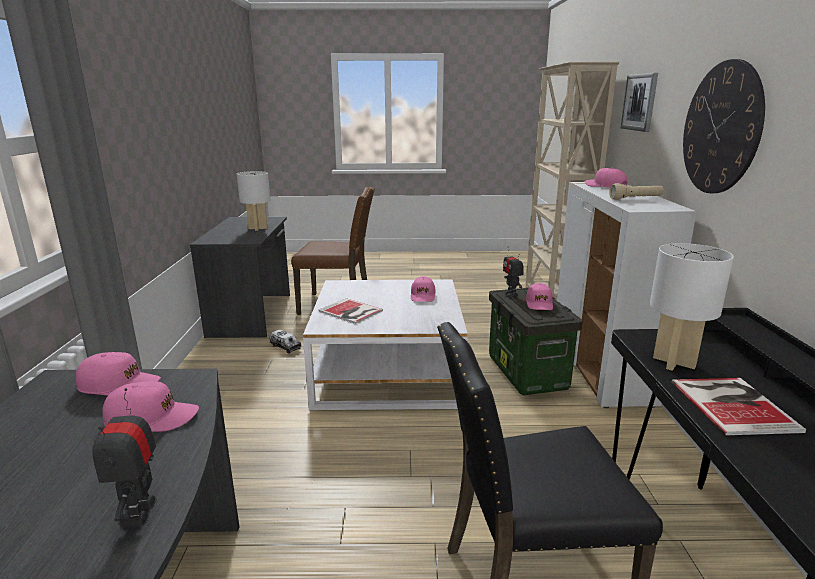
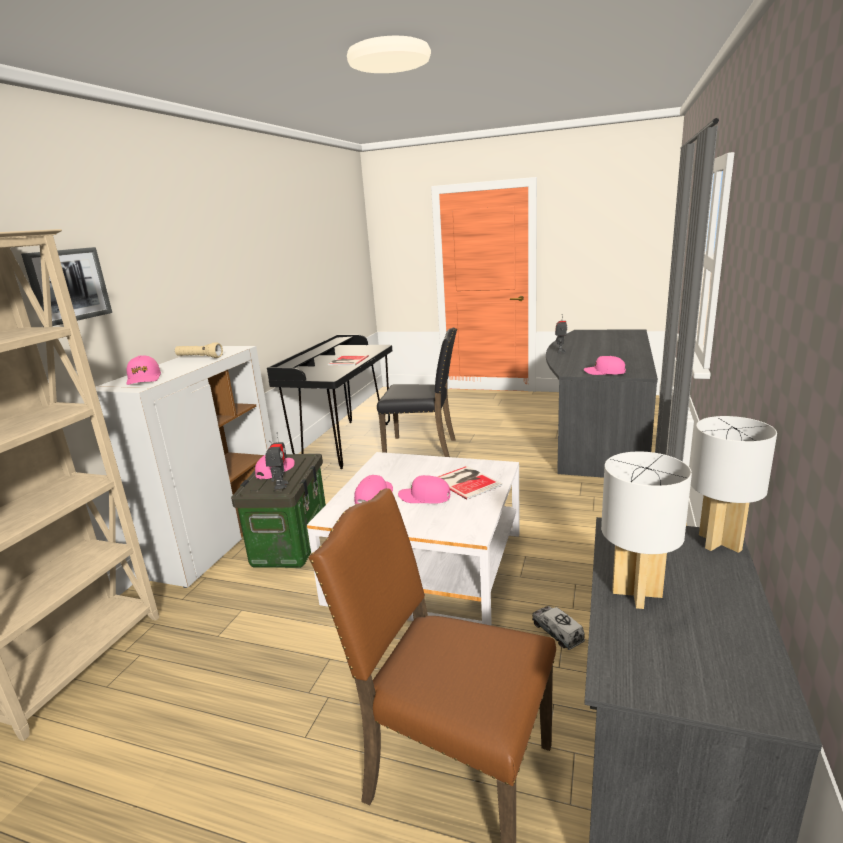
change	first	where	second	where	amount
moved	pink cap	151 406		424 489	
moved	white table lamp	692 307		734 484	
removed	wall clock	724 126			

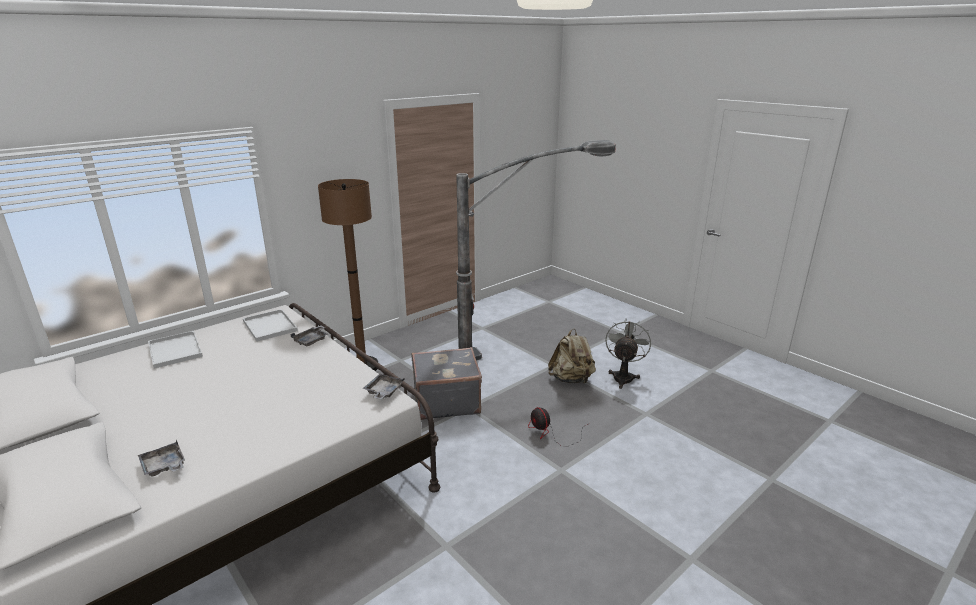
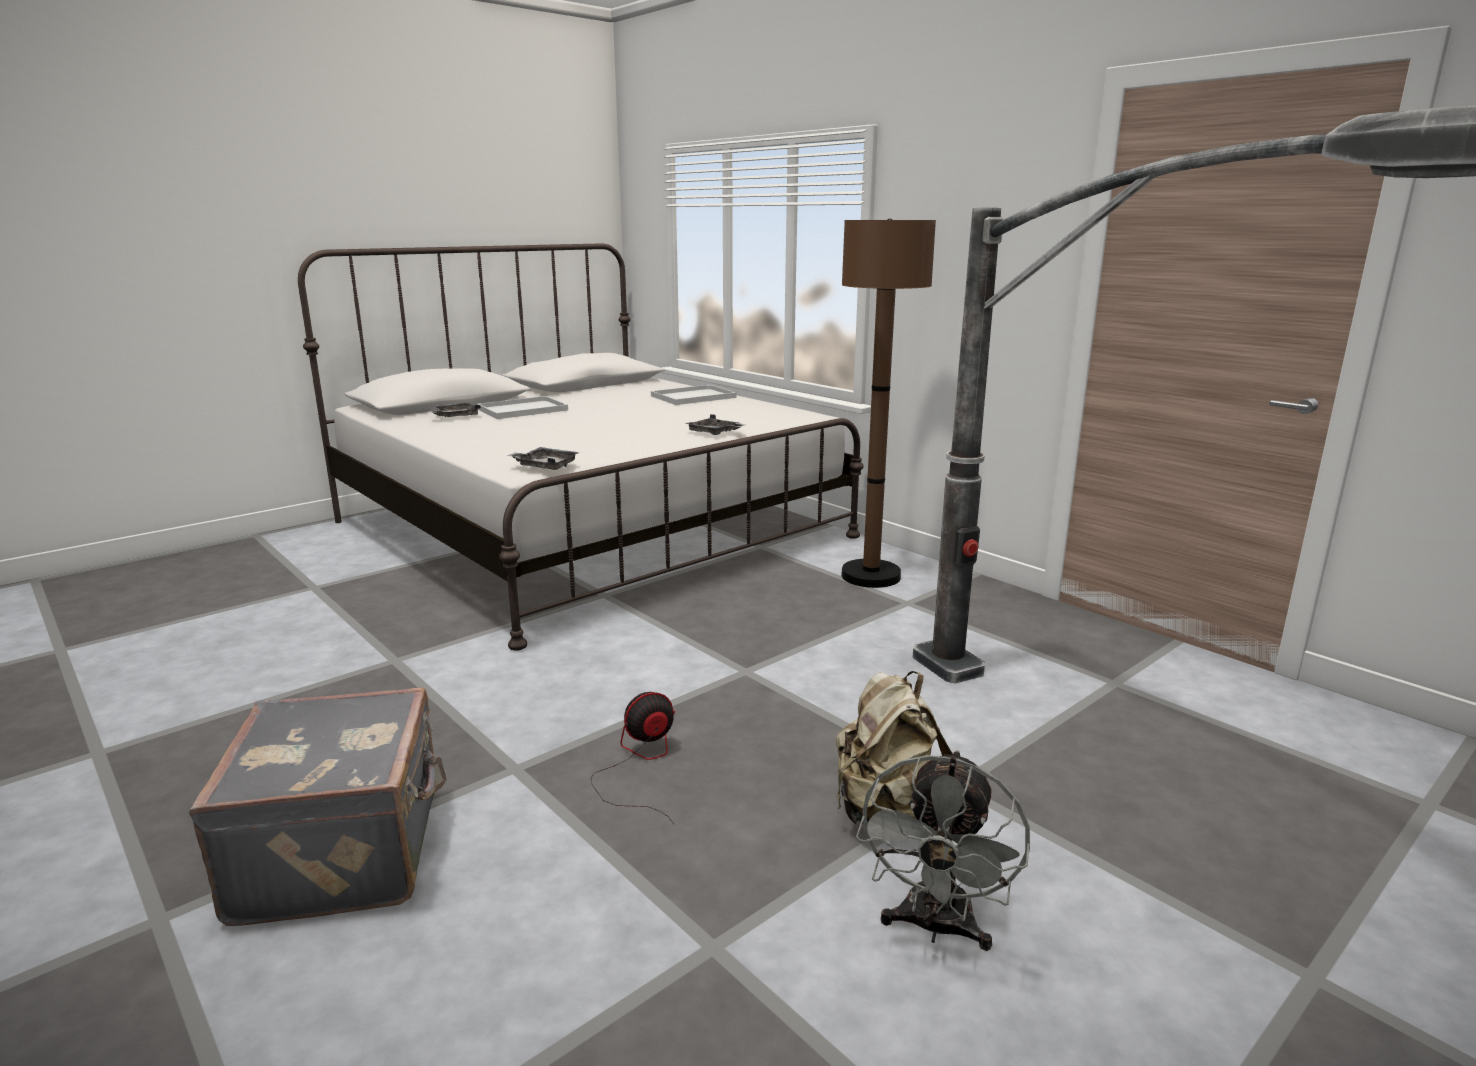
change	first	where	second	where	amount
moved	white tray	270 325		522 407	
moved	grey suitcase	447 383		317 806	
turned	grey fan	628 353		943 850	90 degrees clockwise

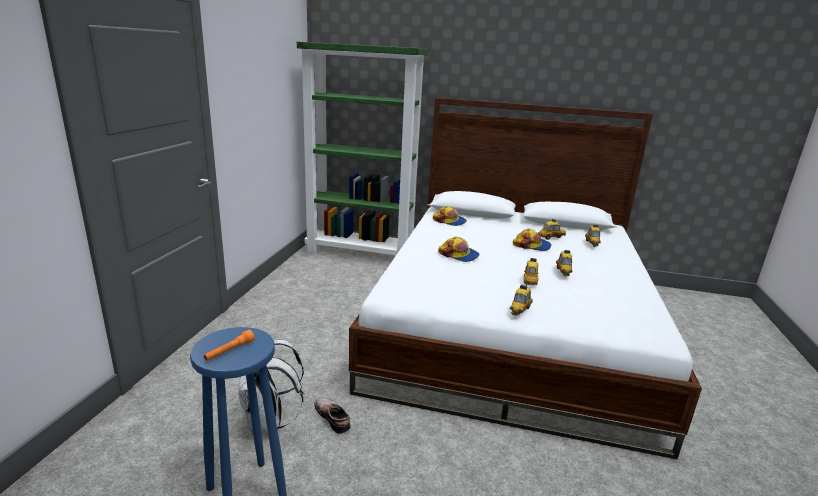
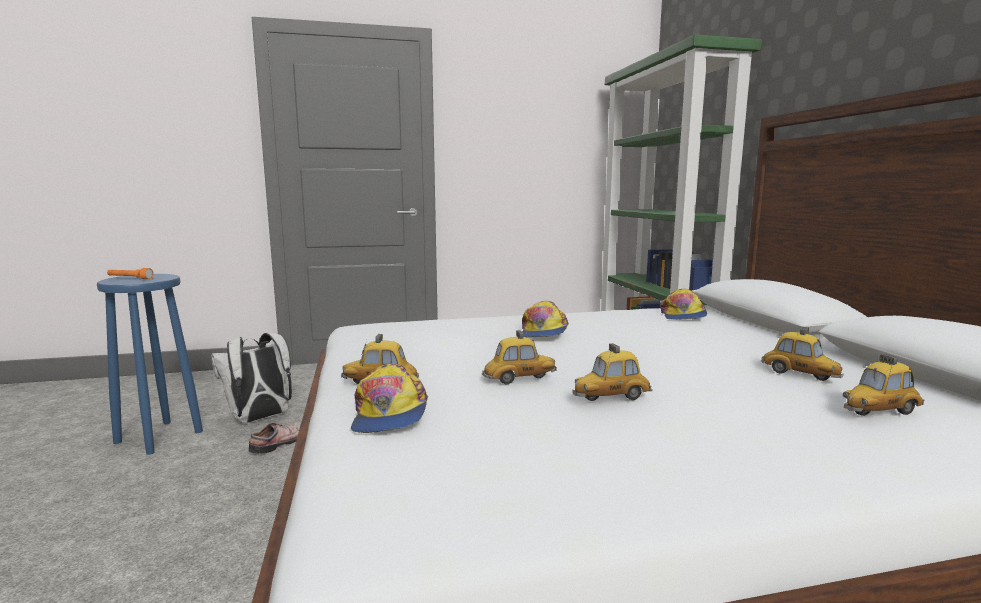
change	first	where	second	where	amount
moved	cap	532 240		389 398	

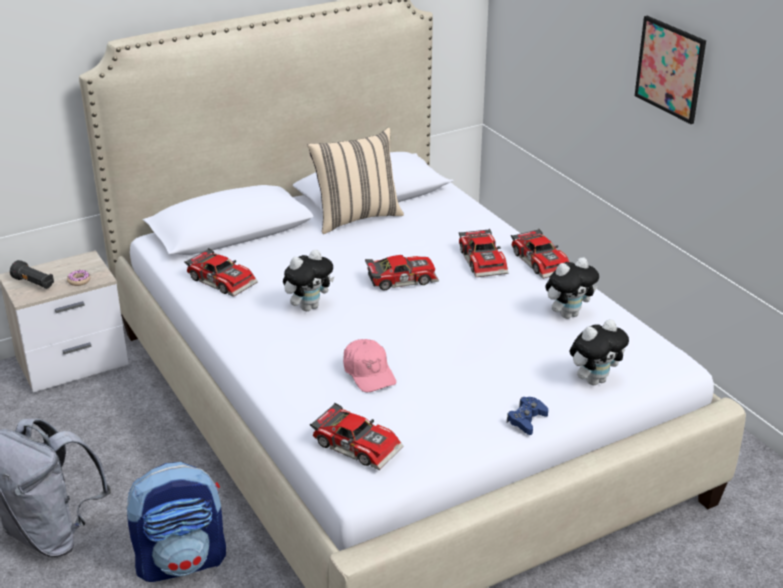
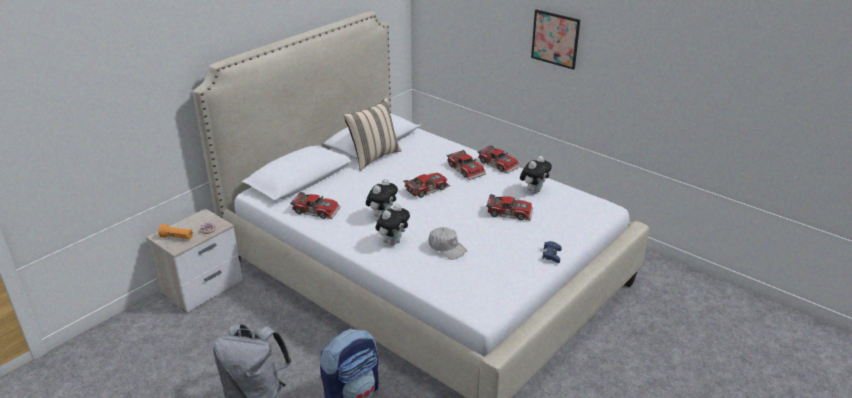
change	first	where	second	where	amount
recoloured	black flashlight	32 274	orange flashlight	175 231	
moved	toy car	356 436		509 207	
recoloured	pink cap	369 365	white cap	447 243	
moved	plush toy	599 352		392 225	

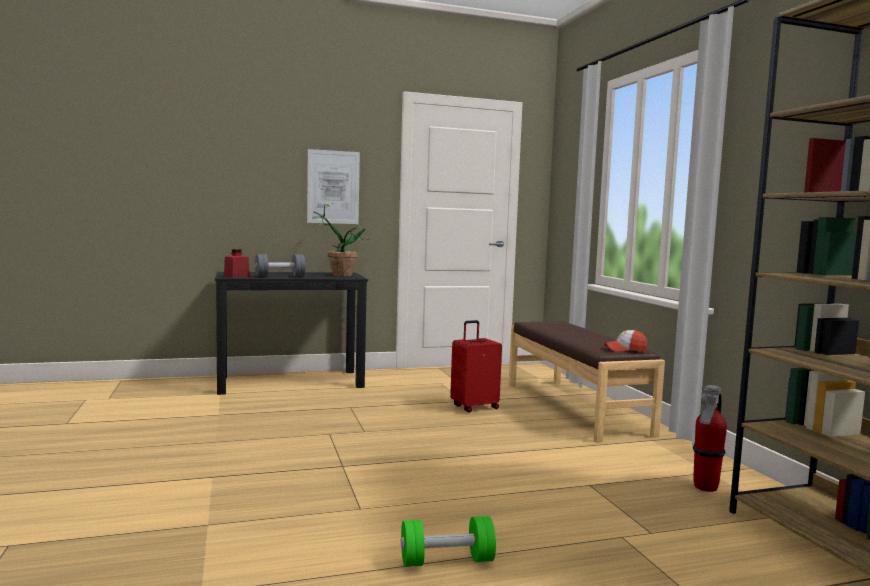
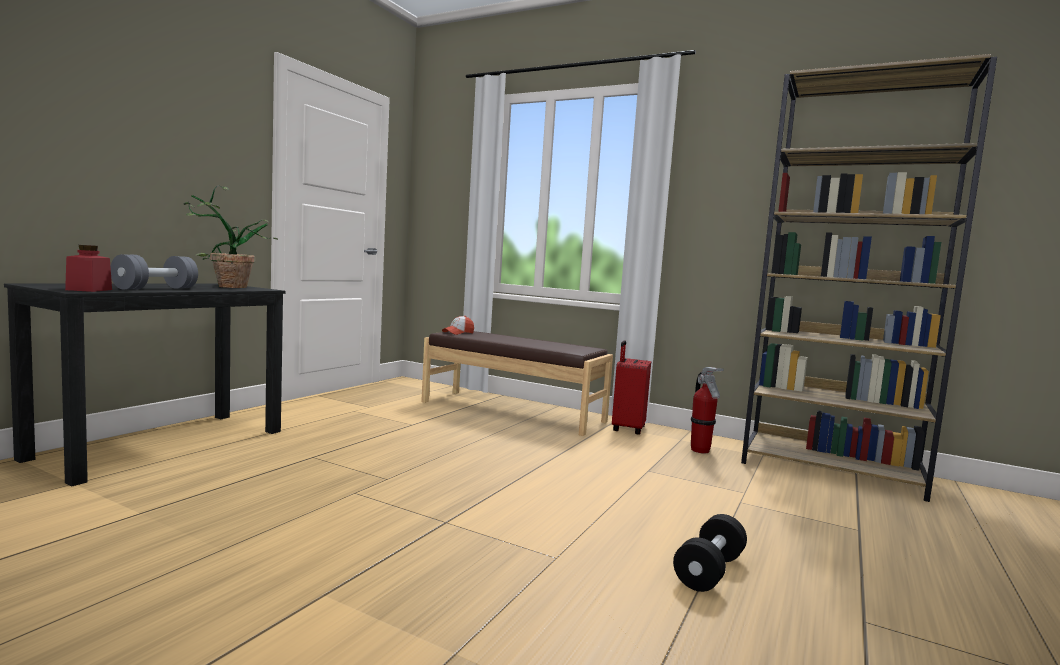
change	first	where	second	where	amount
removed	picture	333 186			
recoloured	green dumbbell	448 541	black dumbbell	710 553	
moved	red suitcase	476 366		632 387	
moved	cap	625 341		458 325	

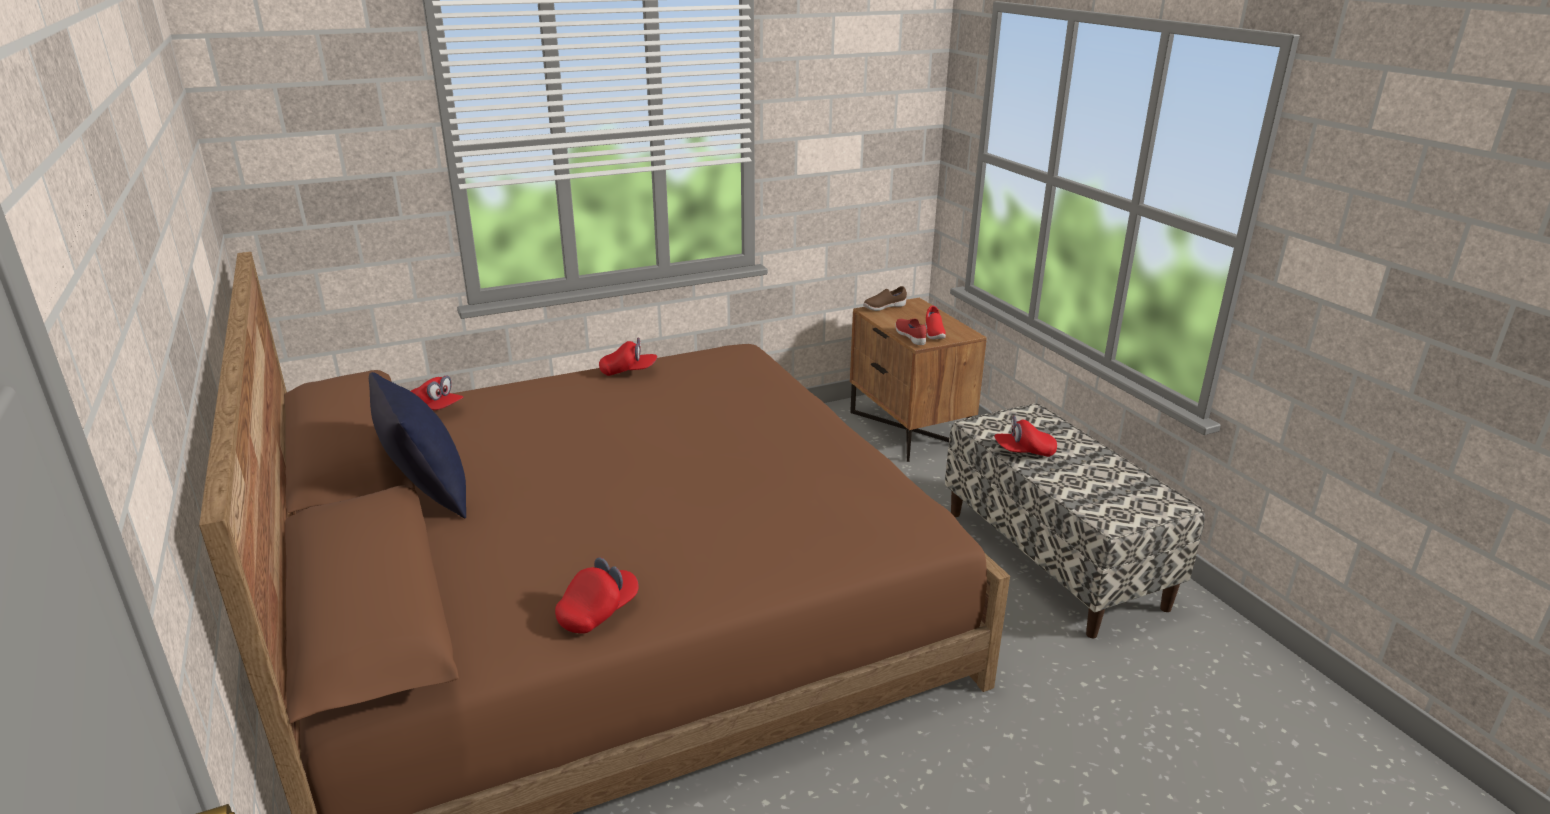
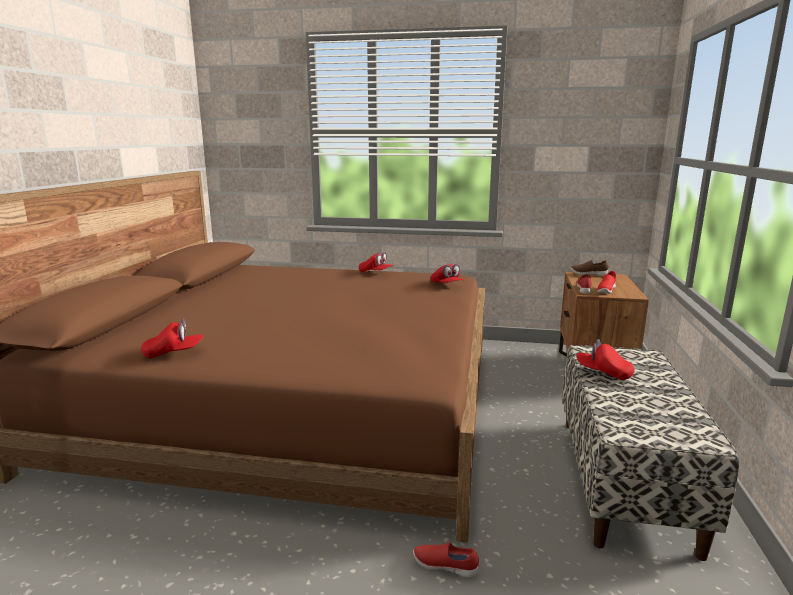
change	first	where	second	where	amount
removed	blue pillow	417 445			
moved	red cap	437 392		447 273	
added			red shoe	446 560	

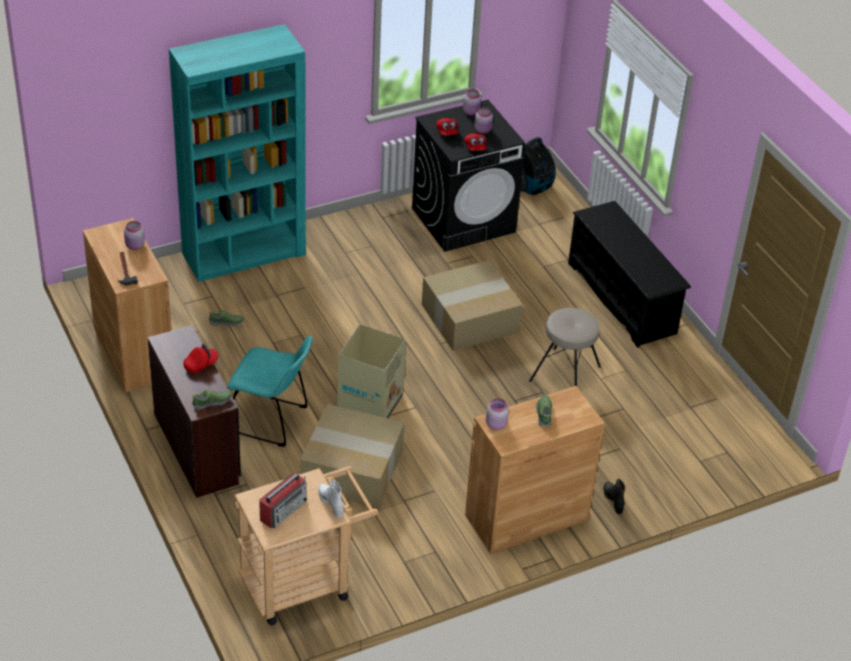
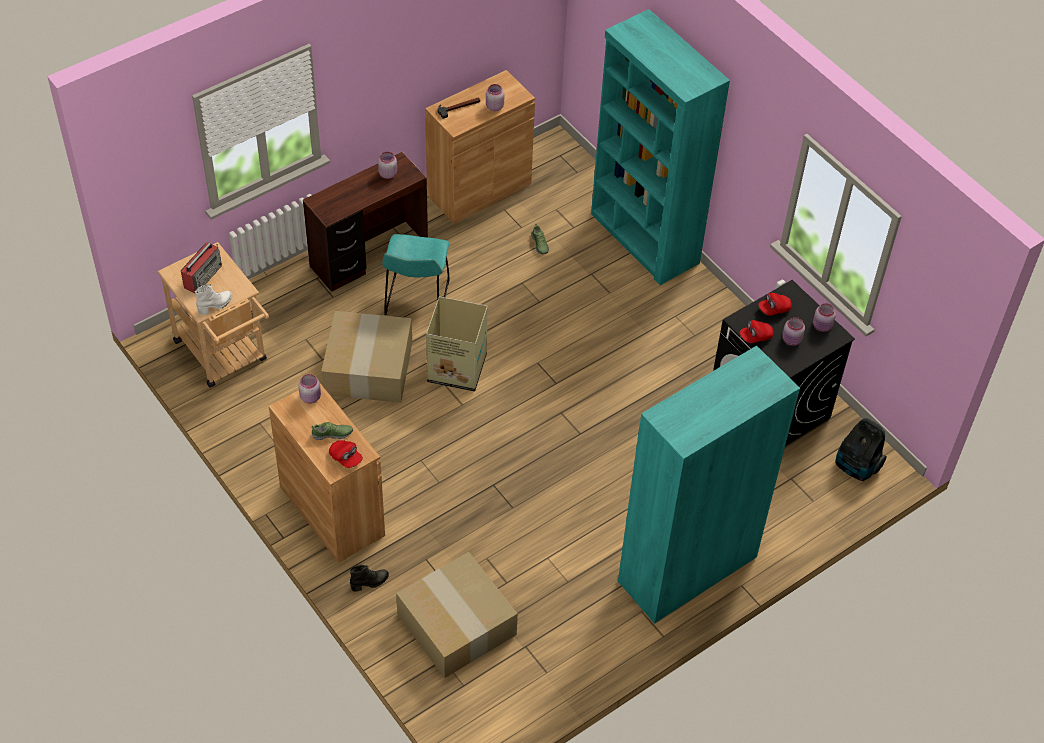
change	first	where	second	where	amount
moved	red cap	201 358		346 454	
removed	shoe	211 400			
turned	radio	283 500		201 267	90 degrees counterclockwise
moved	cardboard box	472 305		457 615	
removed	beige stool	565 347			
replaced	black shoe rack	629 274	turquoise bookcase	709 485	
added			pink jar	387 165	

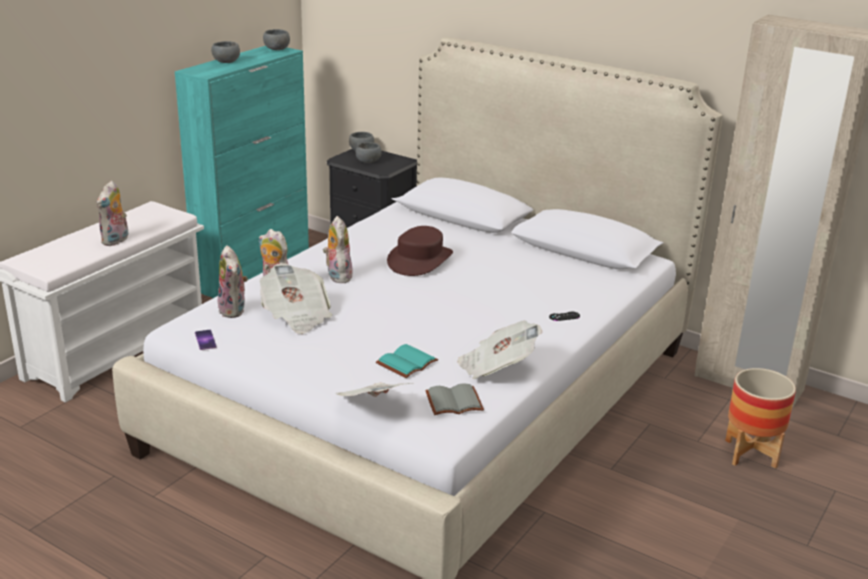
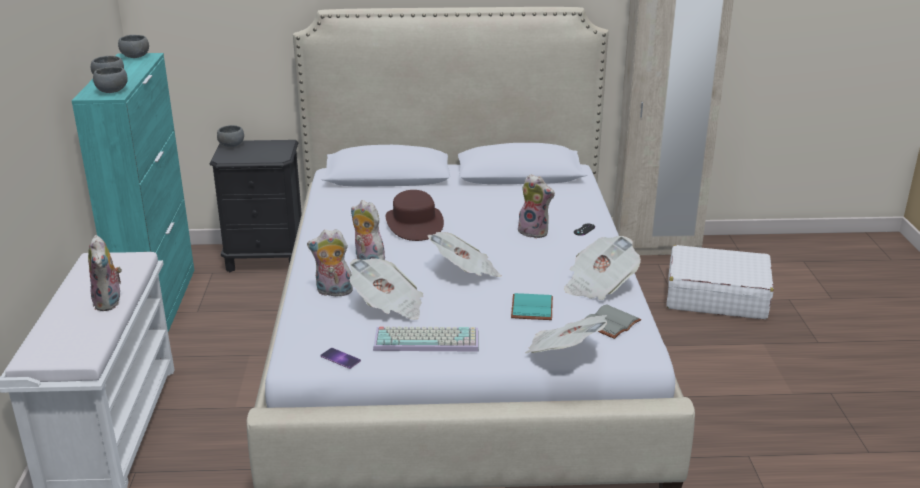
change	first	where	second	where	amount
moved	plush toy	233 281		536 206	
moved	grey bowl	368 152		110 80	
replaced	planter	760 418	white suitcase	720 282	
added			keyboard	426 339	
added			newspaper	464 254	

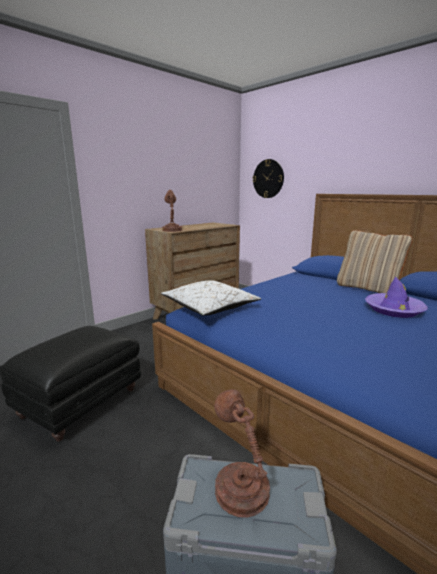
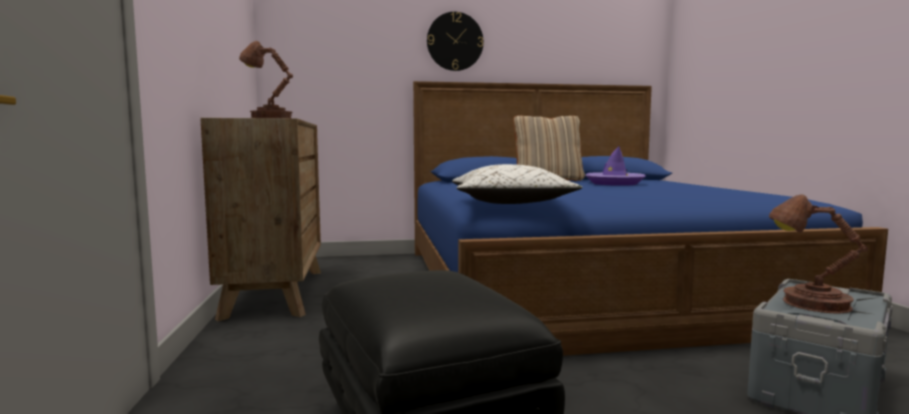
change	first	where	second	where	amount
moved	wall clock	268 178		455 41	

